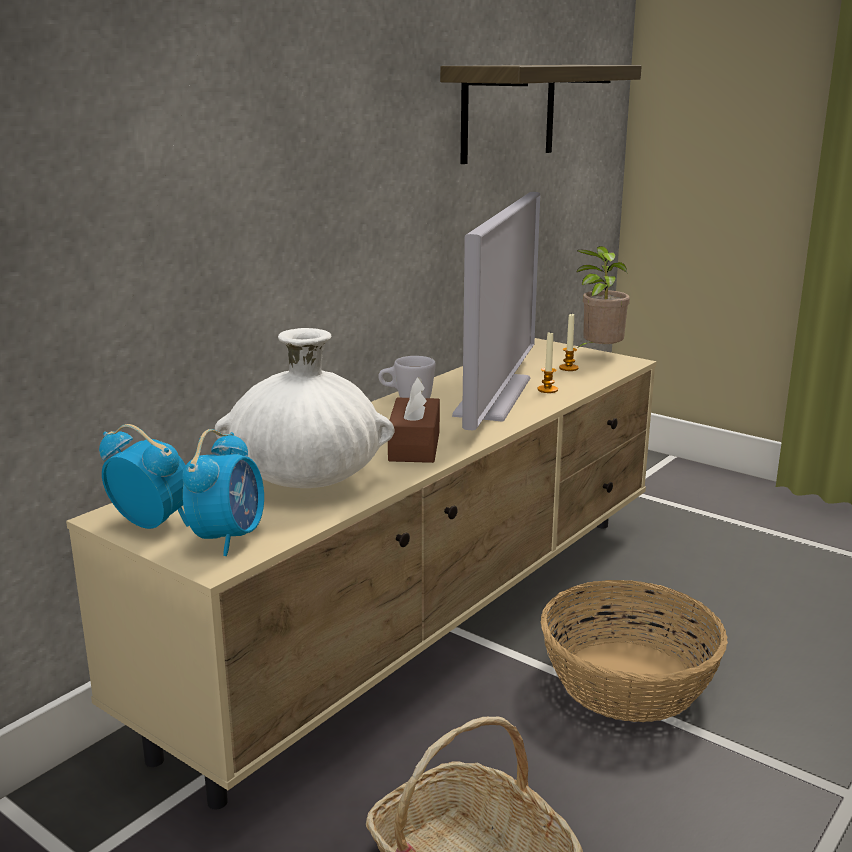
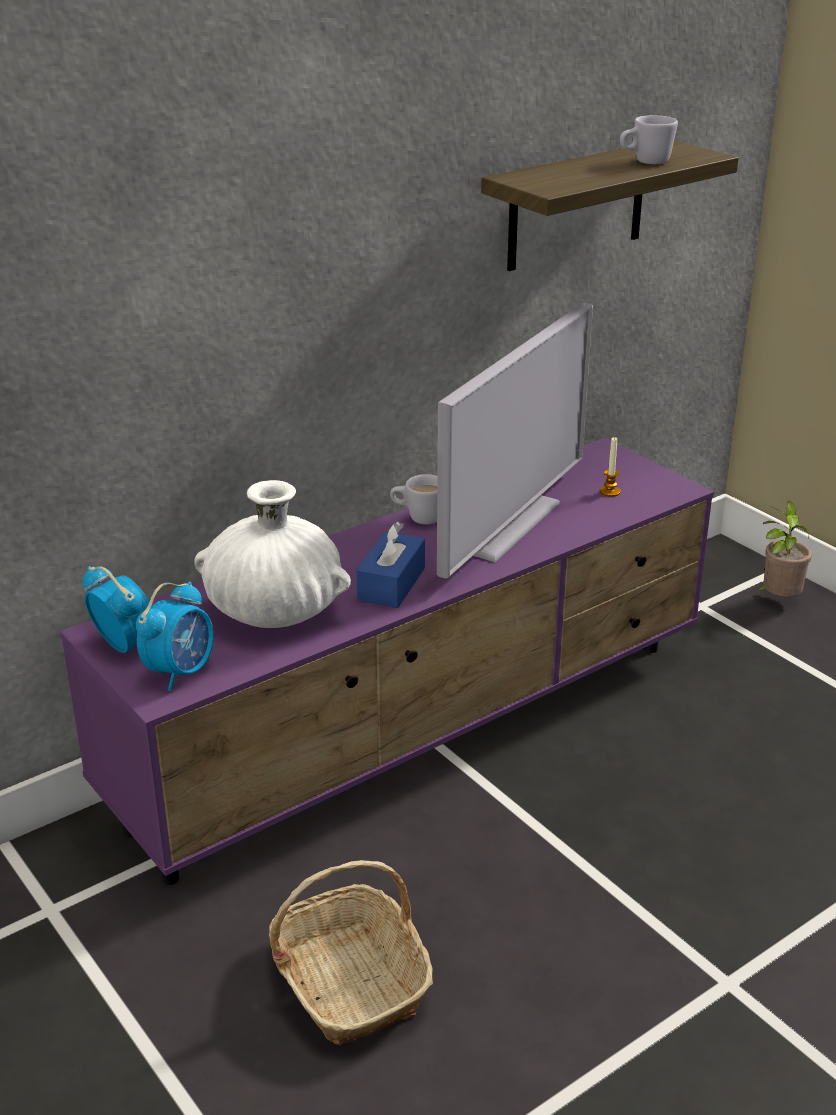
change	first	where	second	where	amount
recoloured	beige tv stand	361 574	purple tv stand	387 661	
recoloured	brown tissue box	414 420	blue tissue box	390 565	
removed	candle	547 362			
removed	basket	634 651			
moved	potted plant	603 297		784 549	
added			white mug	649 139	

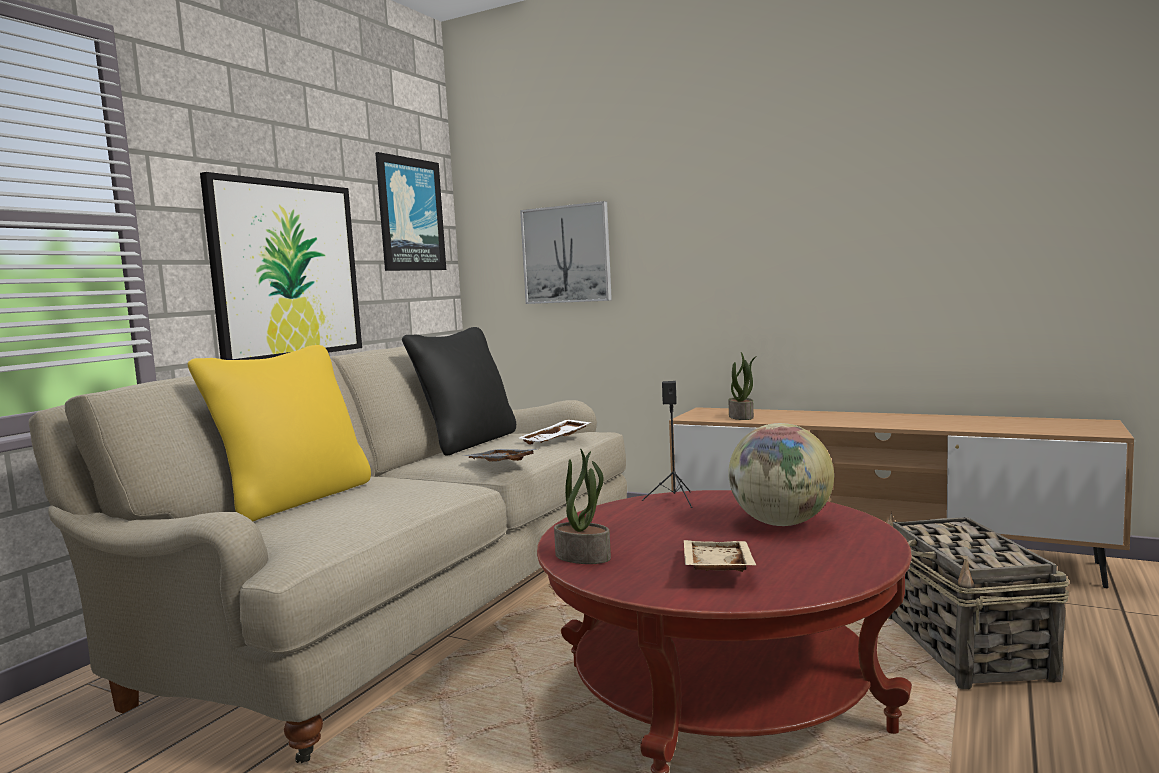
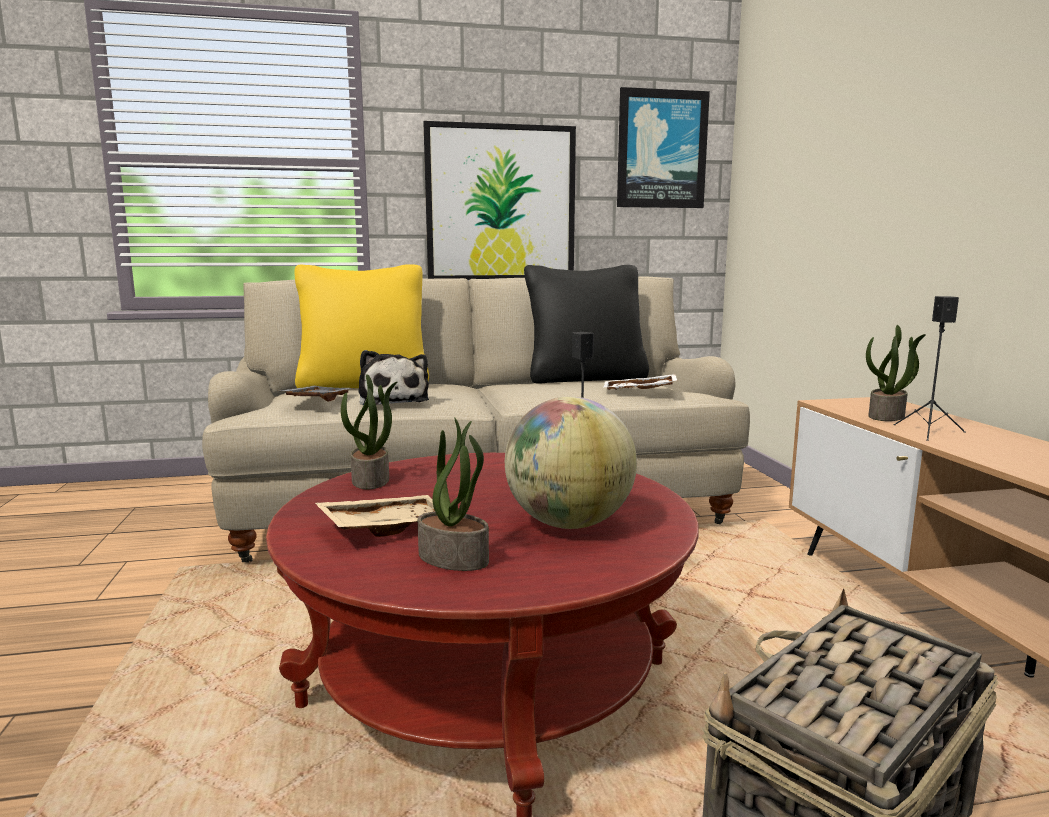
change	first	where	second	where	amount
moved	grey tray	499 455		315 394	
removed	picture	566 252			
added			plush toy	393 377	
added			potted plant	453 494	
added			black speaker	930 368	

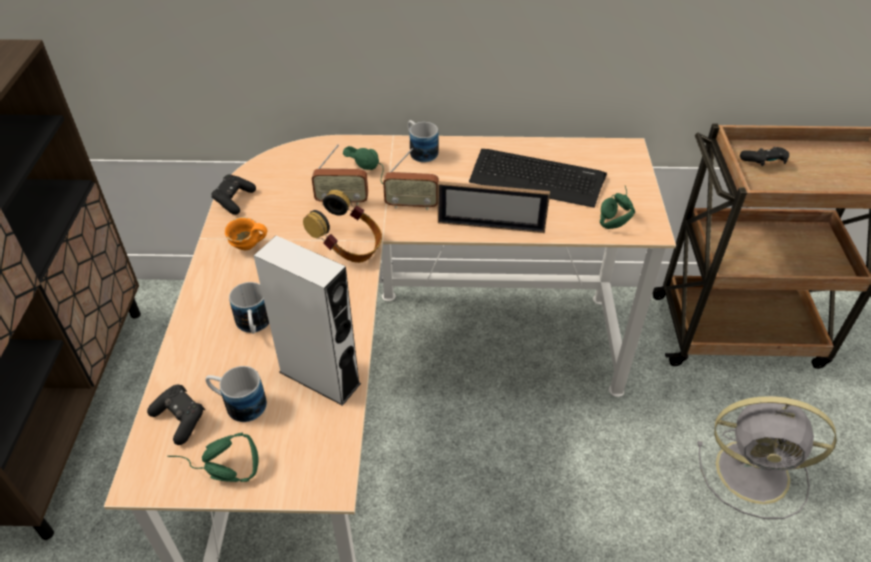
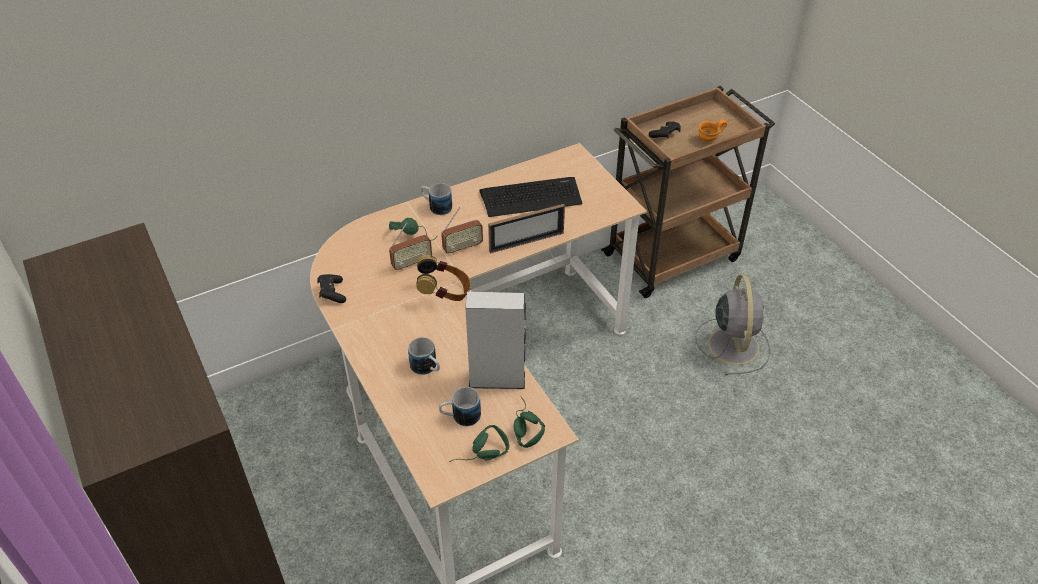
change	first	where	second	where	amount
removed	black game controller	176 415			
moved	orange mug	246 233		713 130	
moved	green headphones	617 207		529 422	
turned	grey fan	767 457		732 325	75 degrees counterclockwise

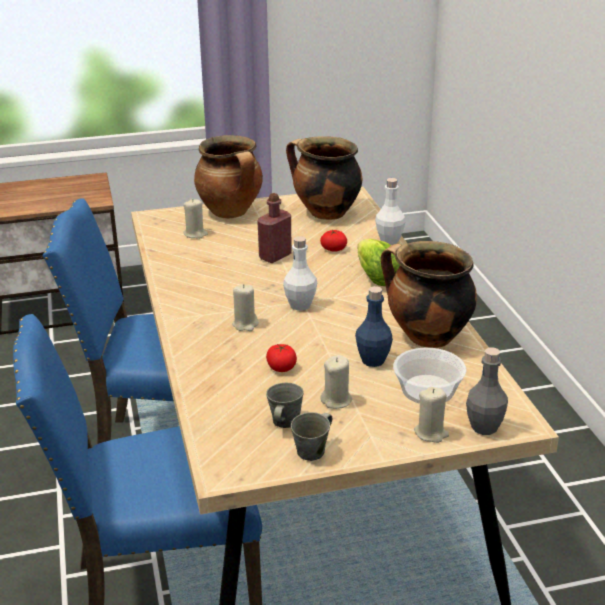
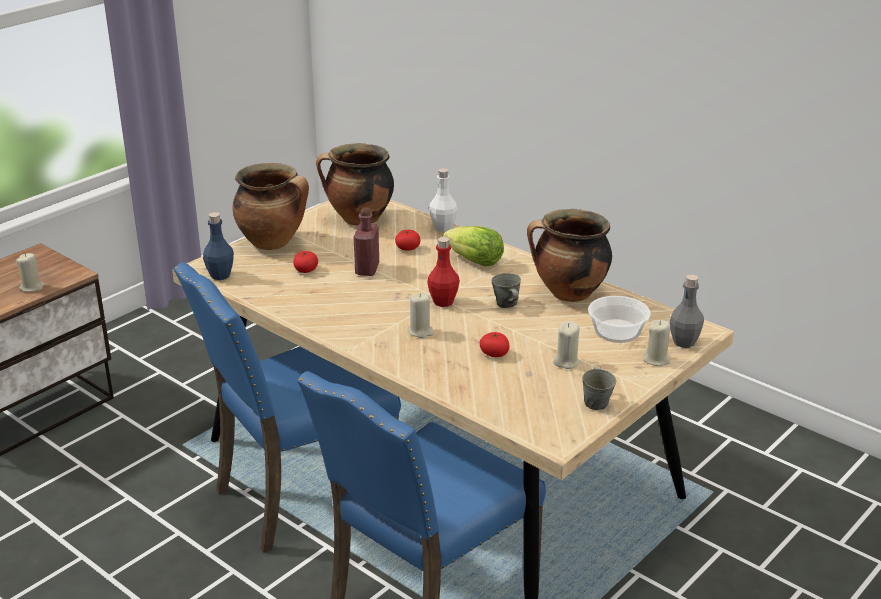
change	first	where	second	where	amount
moved	beige candle	195 219		30 272	
moved	grey mug	285 405		506 290	
recoloured	white bottle	300 273	red bottle	443 272	
moved	blue bottle	374 326		218 246	
added			tomato	305 262	

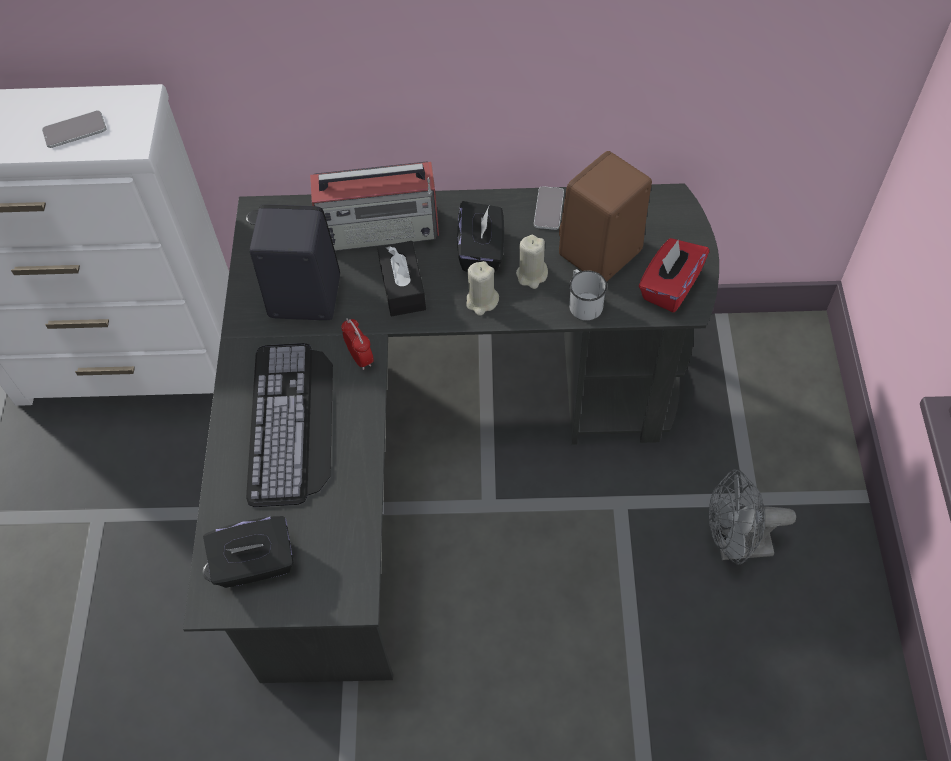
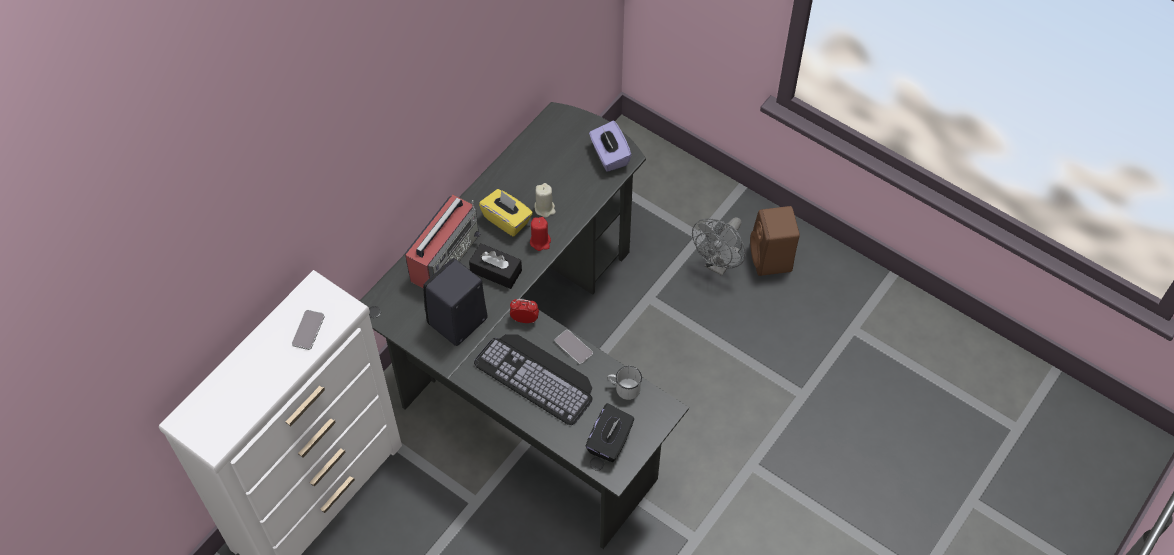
change	first	where	second	where	amount
recoloured	black tissue box	480 236	yellow tissue box	506 212	
recoloured	beige candle	482 288	red candle	540 234	
moved	phone	549 208		574 347	
moved	brown speaker	605 216		775 241	
moved	white mug	588 294		624 383	
recoloured	red tissue box	674 275	purple tissue box	610 146	

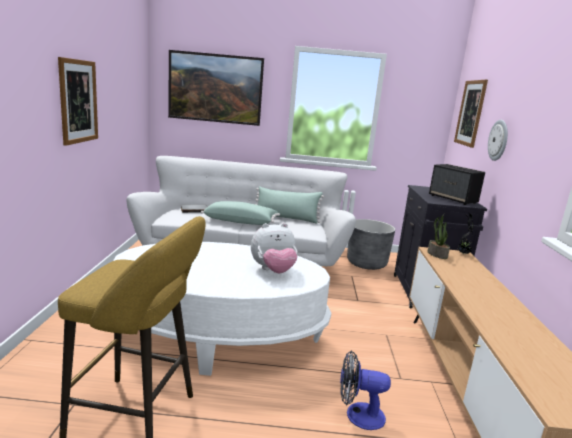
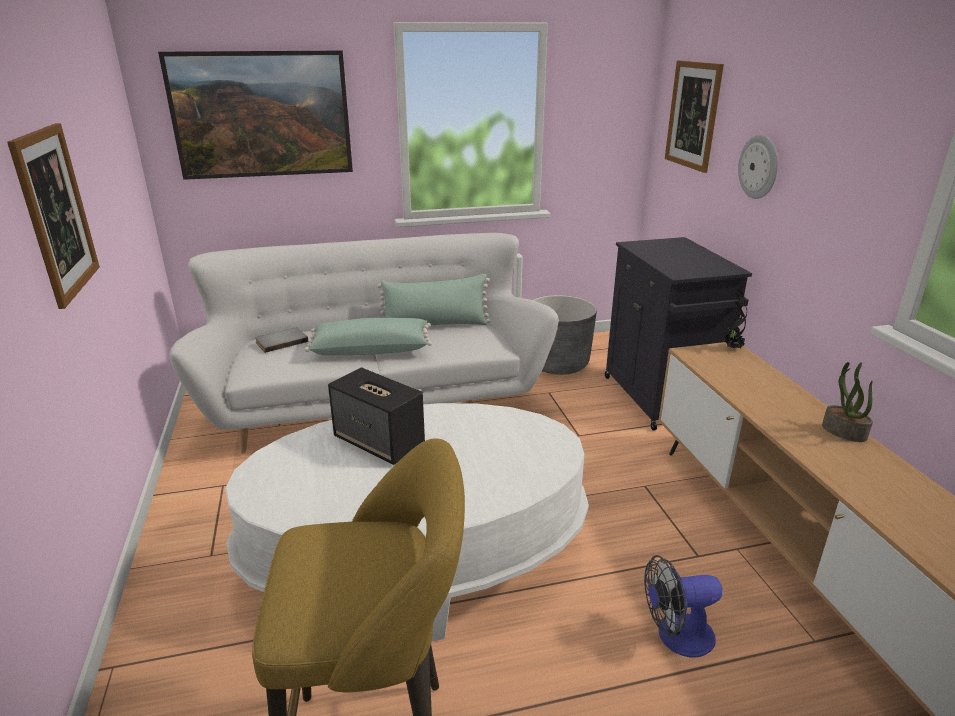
change	first	where	second	where	amount
removed	plush toy	274 248			
moved	potted plant	438 236		847 402	
moved	speaker	457 184		376 416	

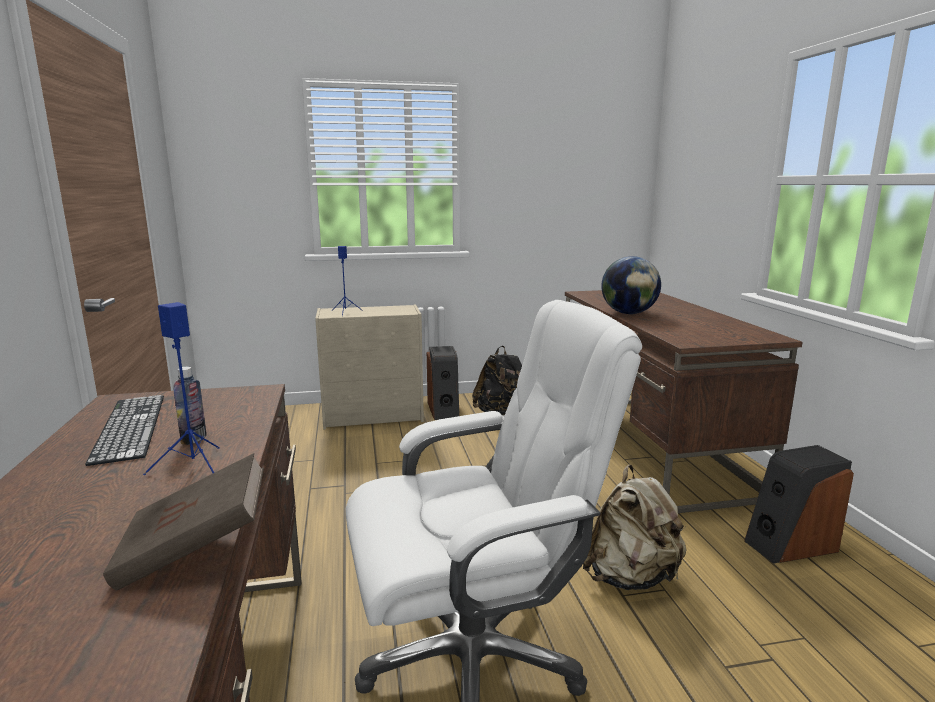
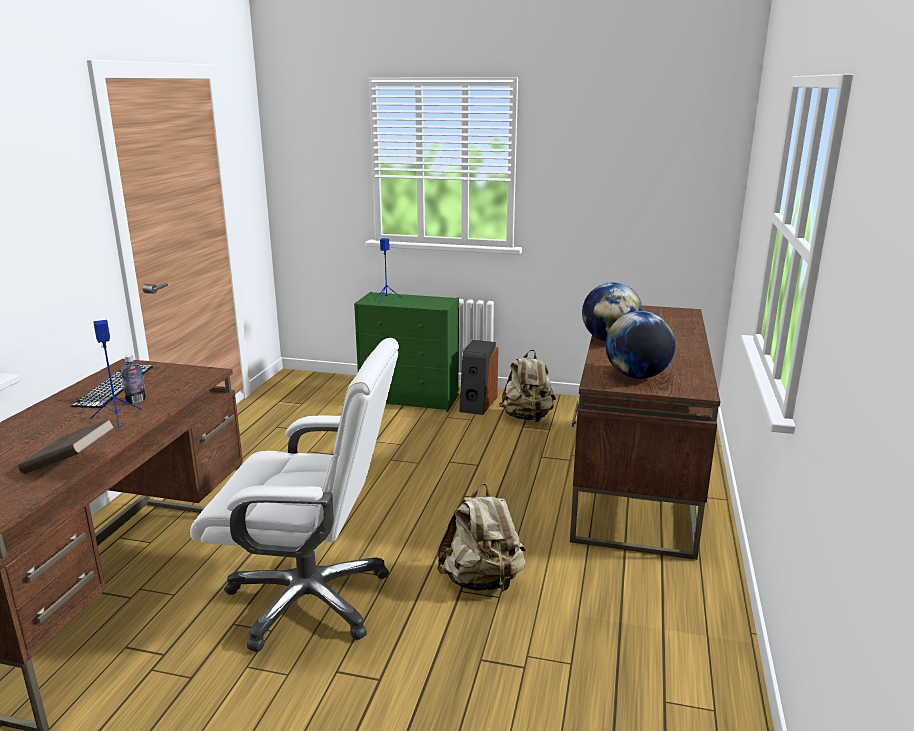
change	first	where	second	where	amount
recoloured	beige dresser	369 366	green dresser	406 352	
recoloured	black backpack	497 380	beige backpack	527 386	
removed	speaker	799 504			
added			globe	640 345	

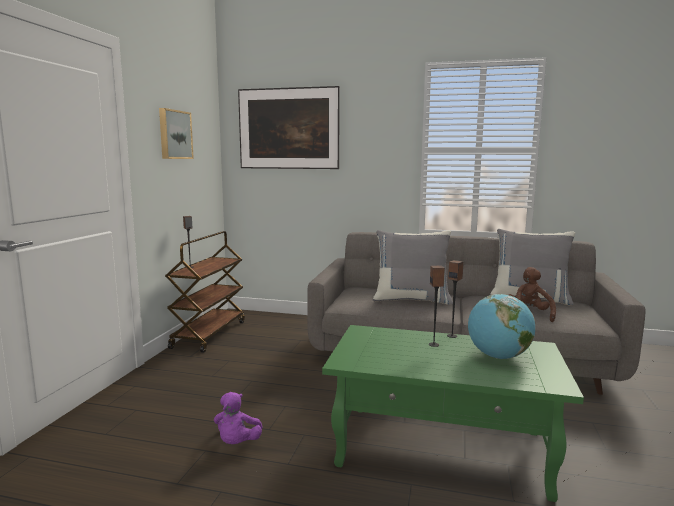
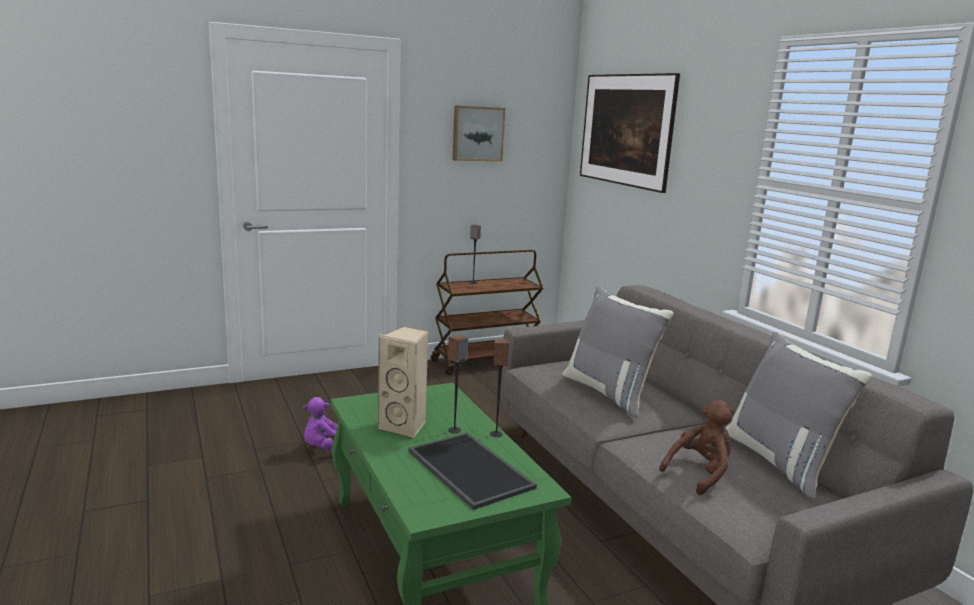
change	first	where	second	where	amount
replaced	globe	501 326	tray	472 471	
added			beige speaker	402 382	

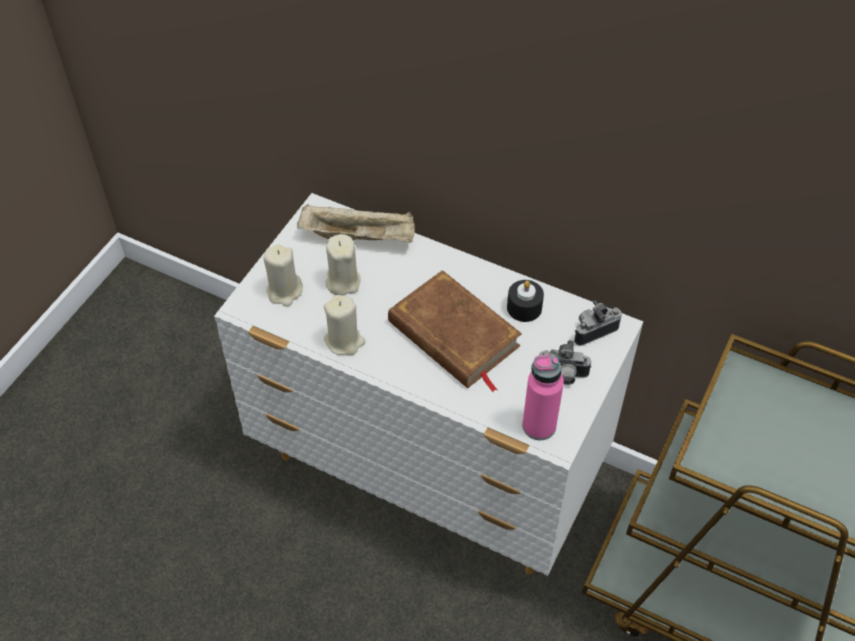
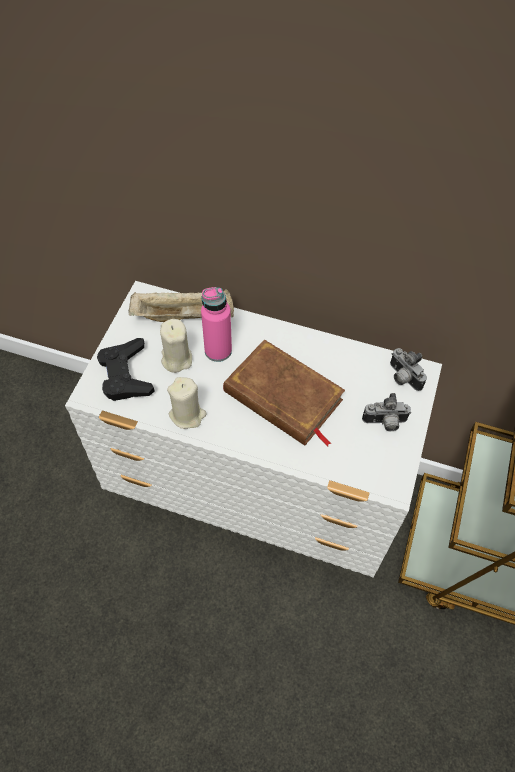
change	first	where	second	where	amount
replaced	beige candle	283 275	black game controller	126 369	
removed	black candle	525 301			
moved	pink bottle	543 397		216 324	
turned	photo camera	598 323		408 369	90 degrees counterclockwise

